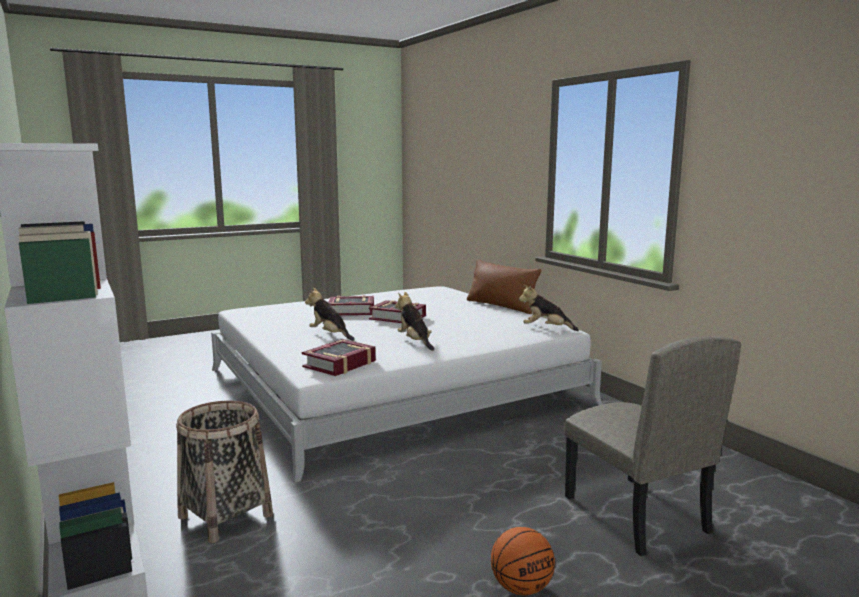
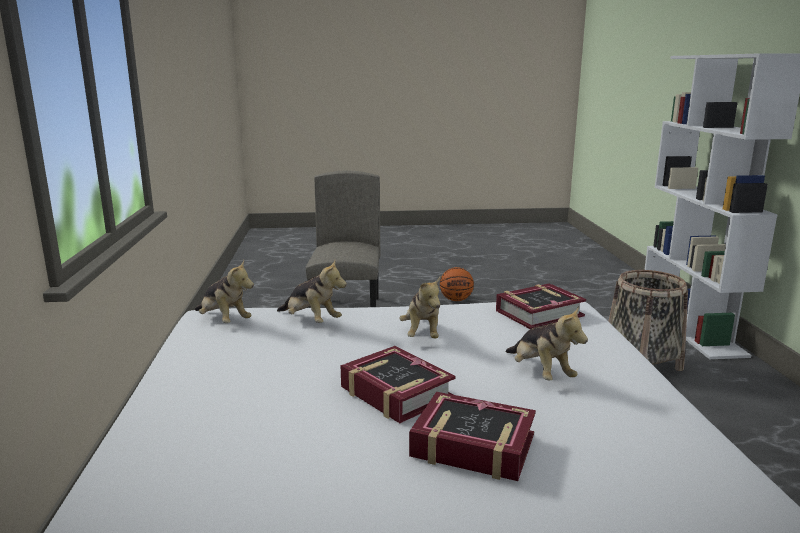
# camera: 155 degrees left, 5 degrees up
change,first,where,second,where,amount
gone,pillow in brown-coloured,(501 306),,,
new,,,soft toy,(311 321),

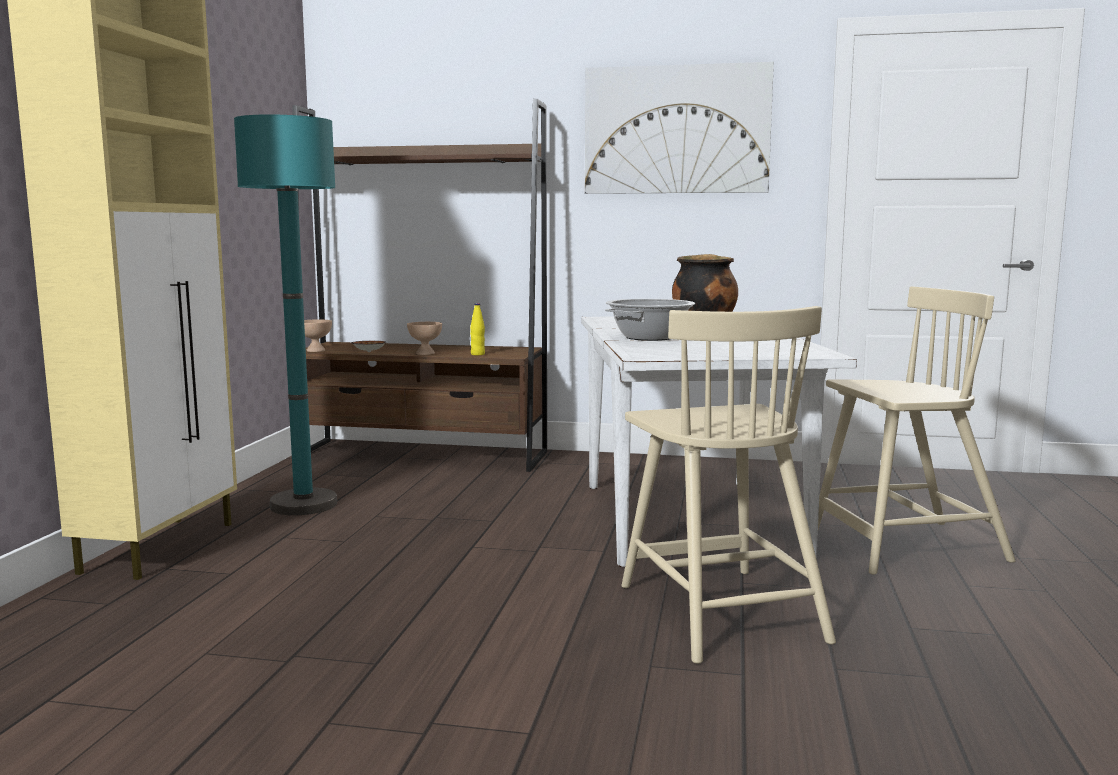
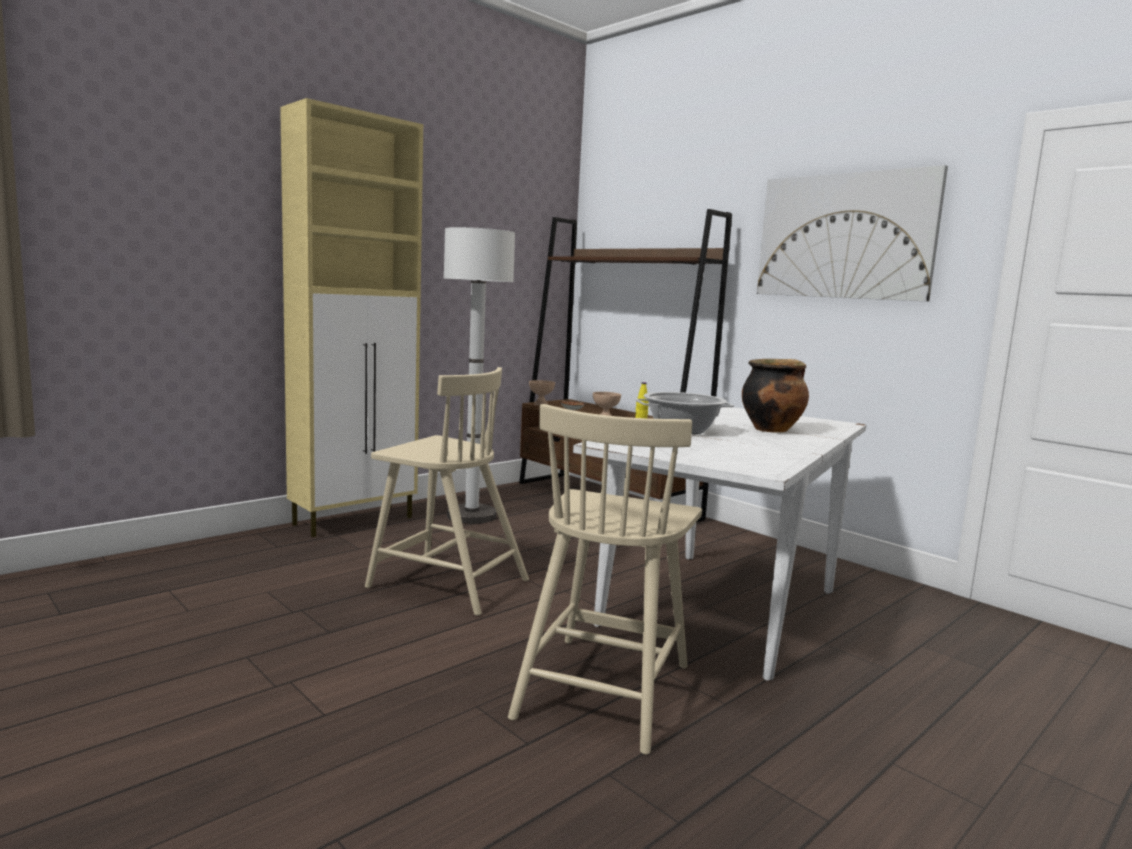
# camera: 35 degrees right, 0 degrees up
change,first,where,second,where,amount
repainted,standing lamp in blue-green,(304 505),standing lamp in whitish,(471 516),
shifted,upright chair in beige,(904 547),,(446 582),

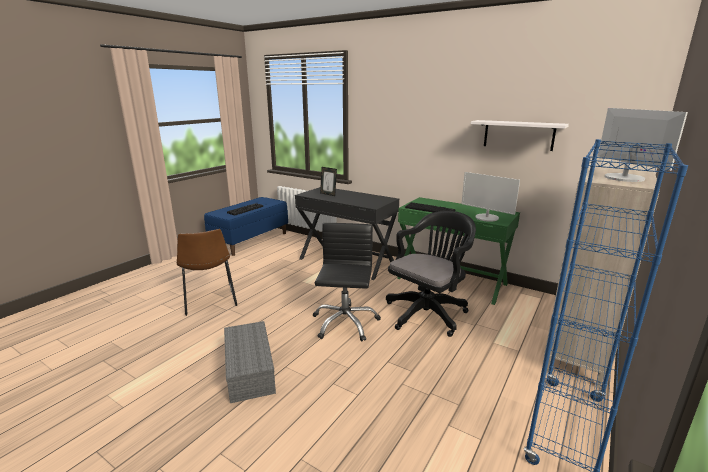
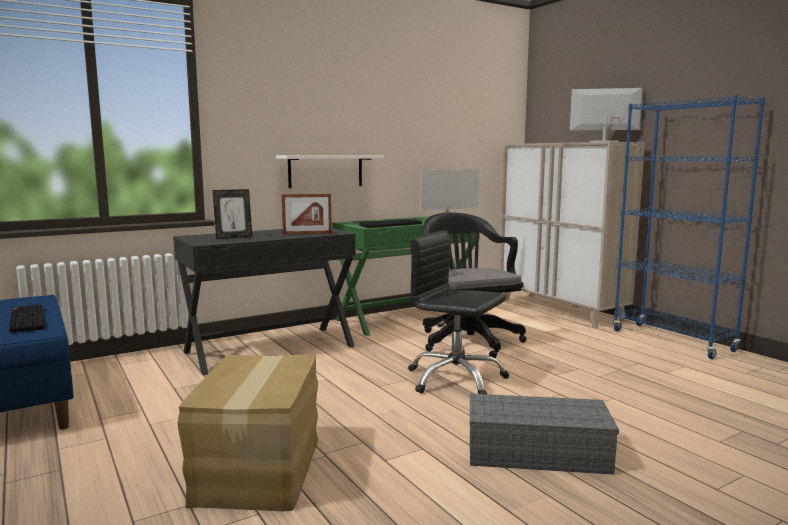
# camera: 65 degrees left, 10 degrees down
change,first,where,second,where,amount
swapped,upright chair in brown-coloured,(209 300),carton,(260 469),
shifted,wall shelf in whitish,(518 135),,(325 171),
new,,,photo frame,(307 233),

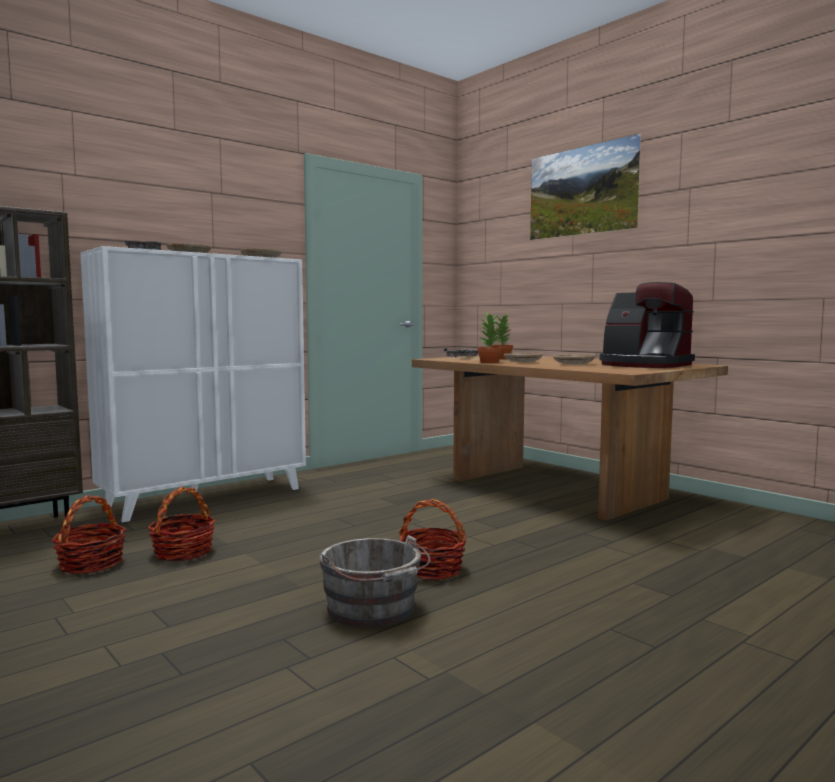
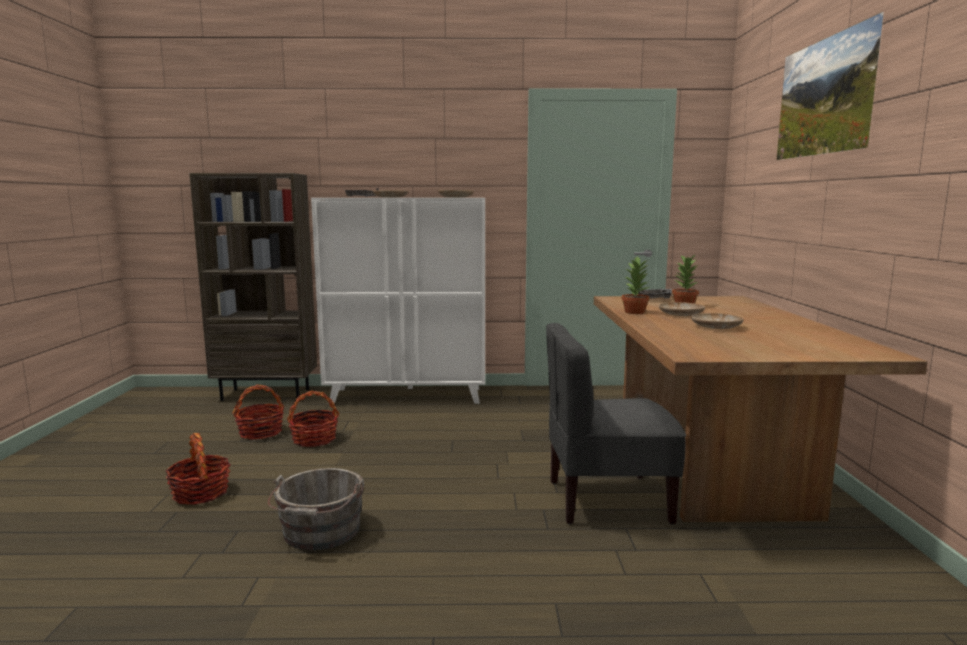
# camera: 40 degrees right, 5 degrees up
change,first,where,second,where,amount
shifted,basket,(432 569),,(201 493),
gone,coffee machine,(643 365),,,
new,,,upright chair in gray,(607 500),

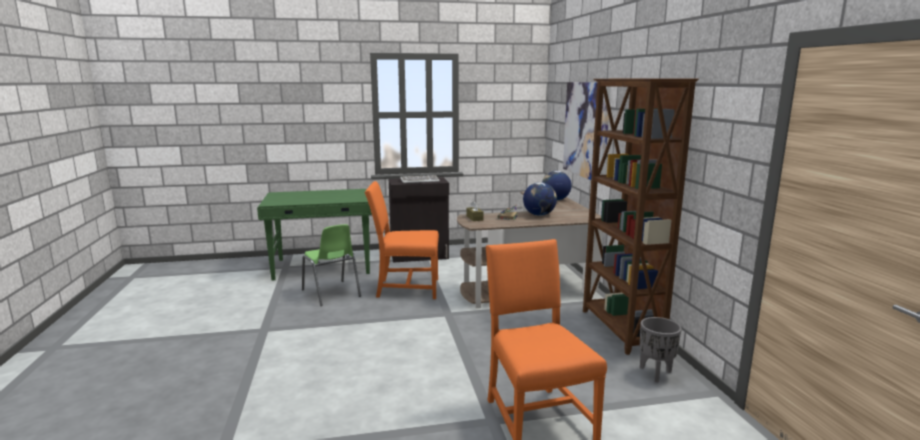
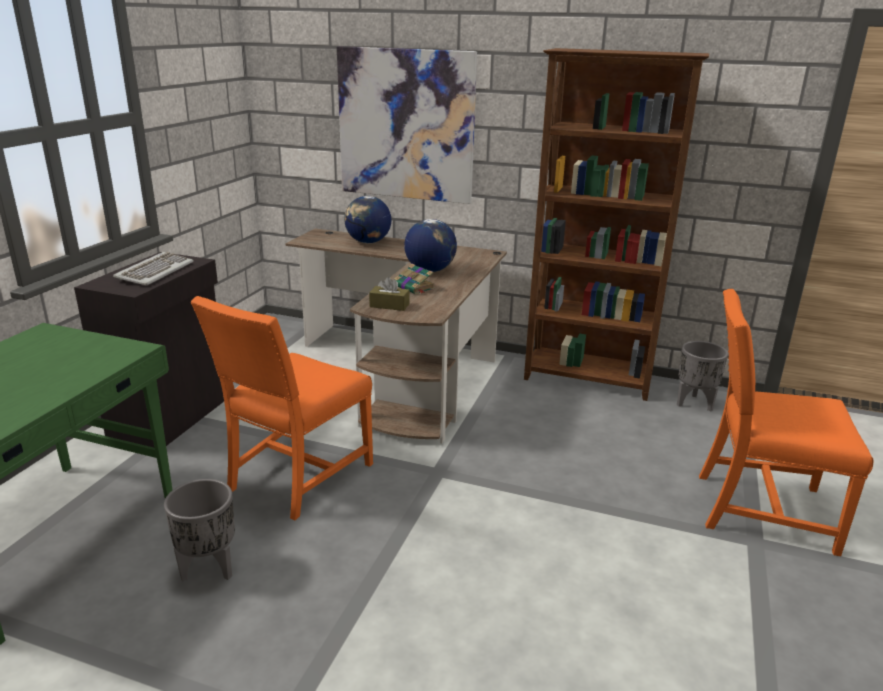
# camera: 60 degrees left, 10 degrees up
change,first,where,second,where,amount
swapped,upright chair in green-coloured,(331 293),flower pot in gray,(209 569),

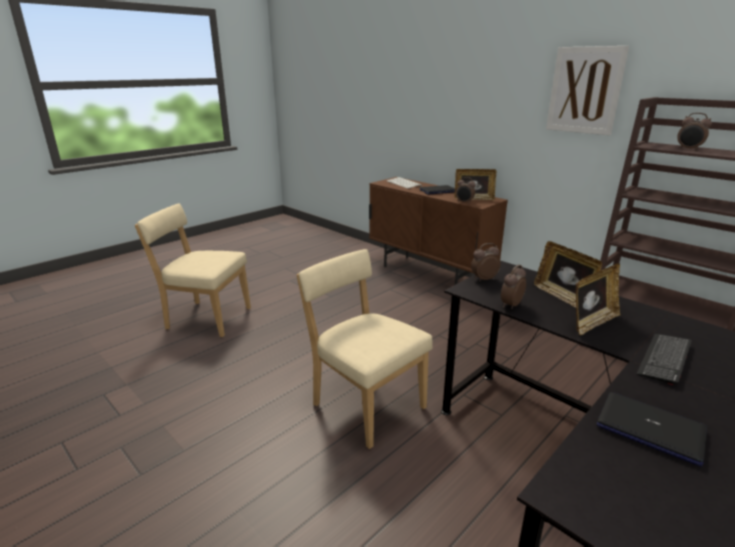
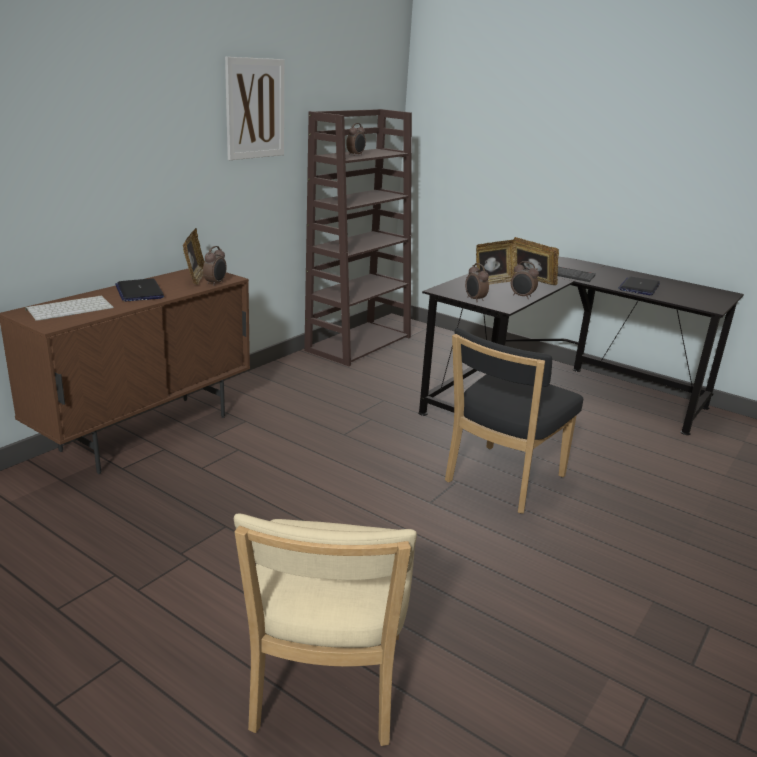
# camera: 100 degrees left, 0 degrees up
change,first,where,second,where,amount
repainted,upright chair in beige,(365 404),upright chair in blackish,(501 481),

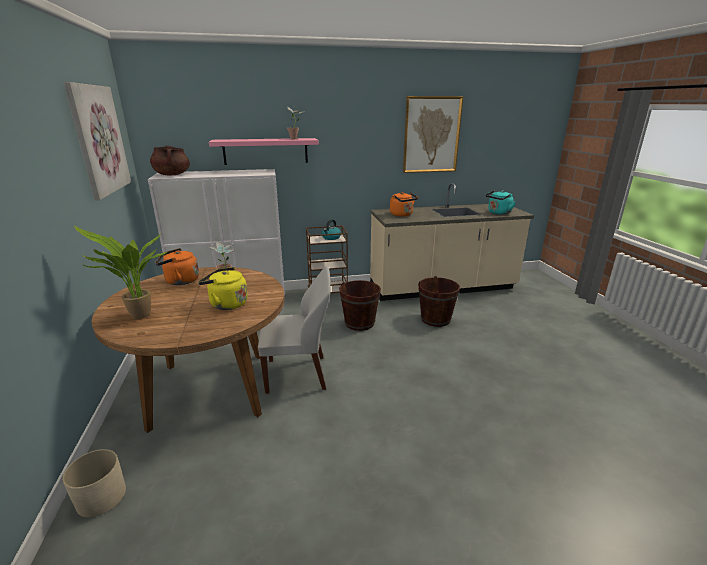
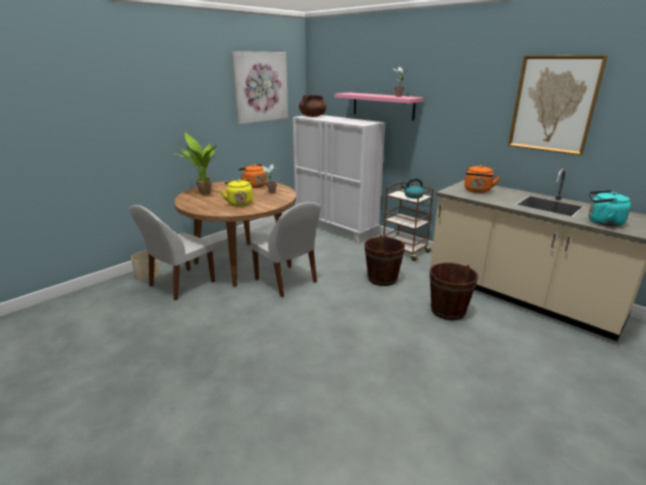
# camera: 55 degrees right, 0 degrees up
change,first,where,second,where,amount
new,,,upright chair in whitish,(180 284),

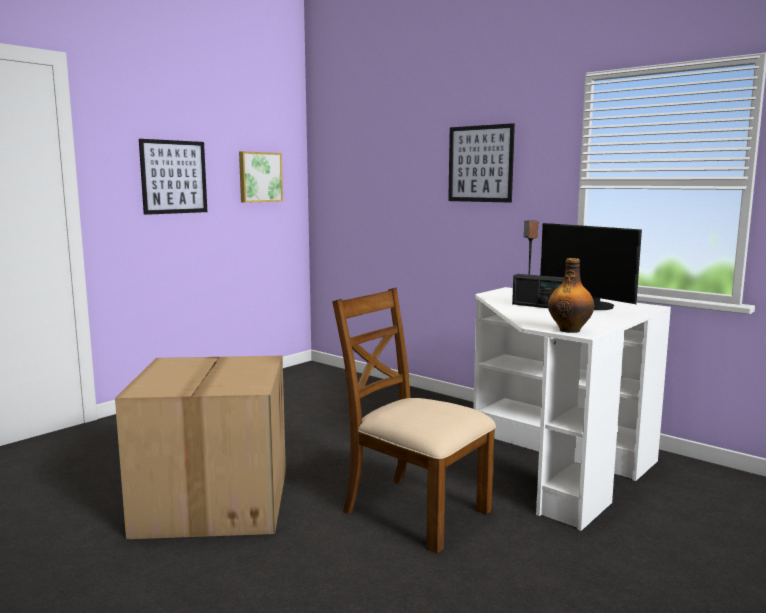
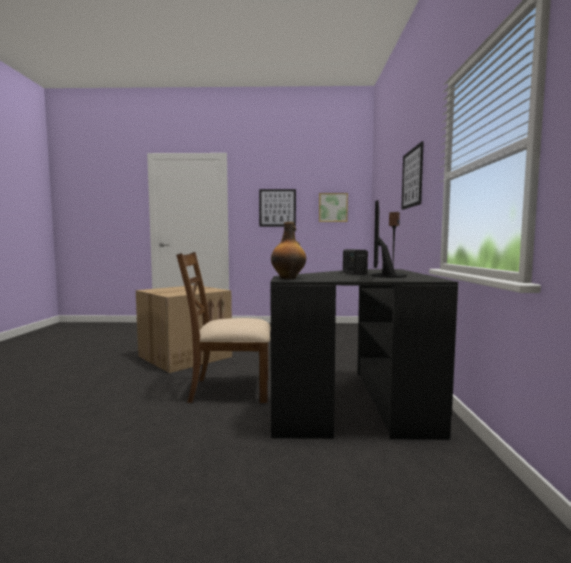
# camera: 50 degrees right, 5 degrees down
change,first,where,second,where,amount
rotated,upright chair in brown-coloured,(414 511),,(229 389),90 degrees counterclockwise
repainted,desk in whitish,(552 463),desk in blackish,(360 404),

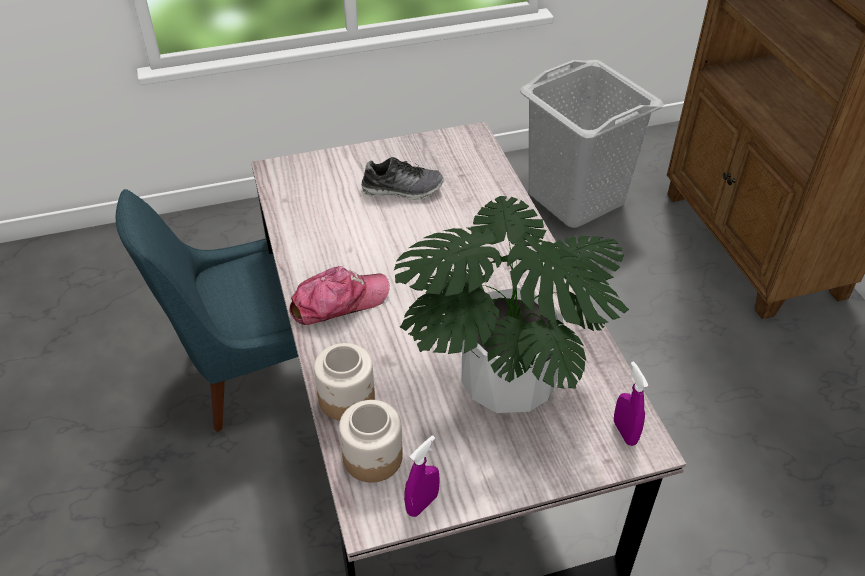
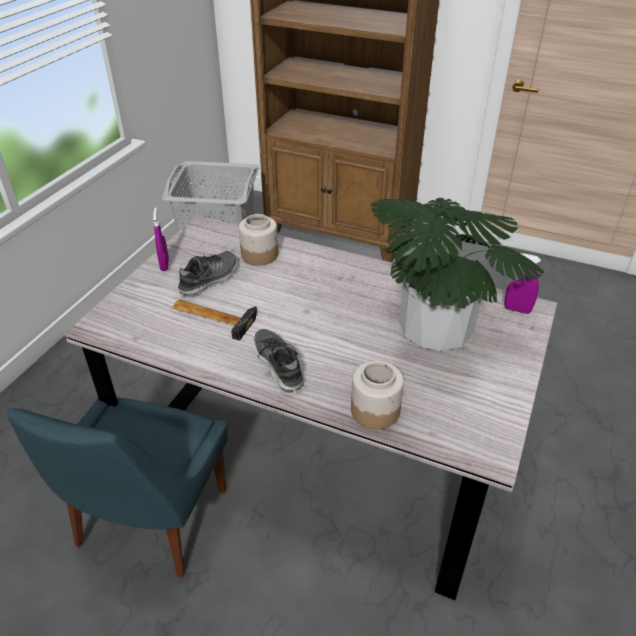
# camera: 50 degrees left, 5 degrees down
change,first,where,second,where,amount
swapped,baseball cap,(338 302),item of footwear,(278 366),
shifted,storage jar,(373 457),,(260 255),
shifted,hand sprayer in purplish,(422 504),,(164 265),
new,,,hand hammer,(213 316),

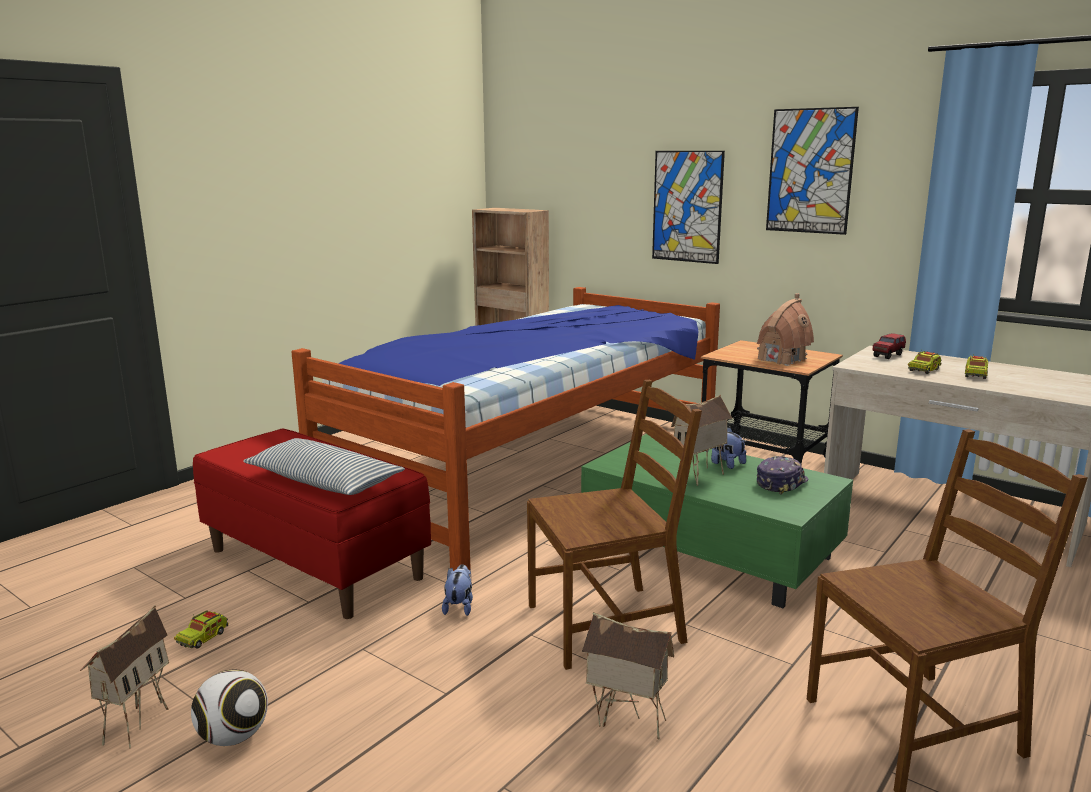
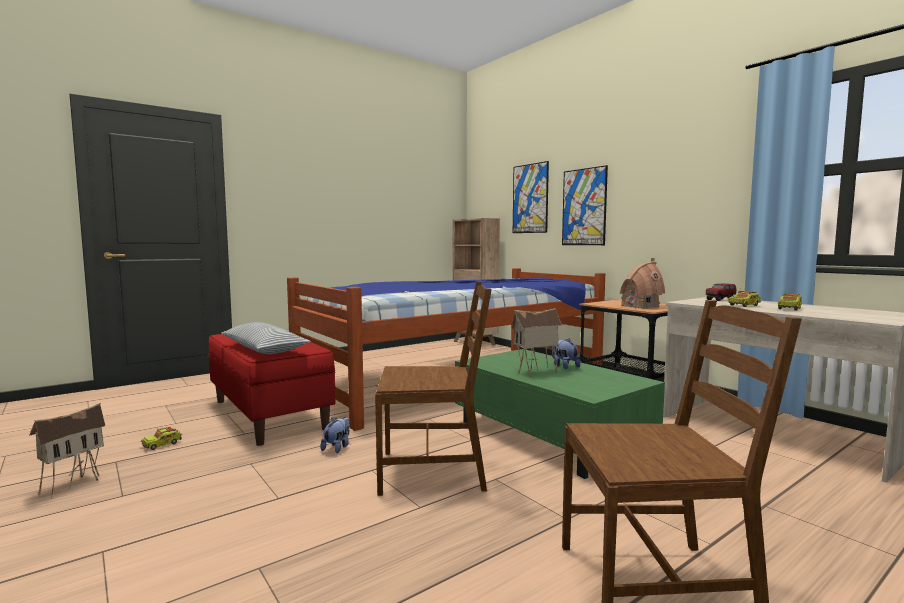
# camera: 15 degrees right, 10 degrees down
change,first,where,second,where,amount
gone,football ball,(233 737),,,
gone,miniature house,(626 723),,,
gone,baseball cap,(781 483),,,
shifted,wall art,(810 171),,(530 198),

